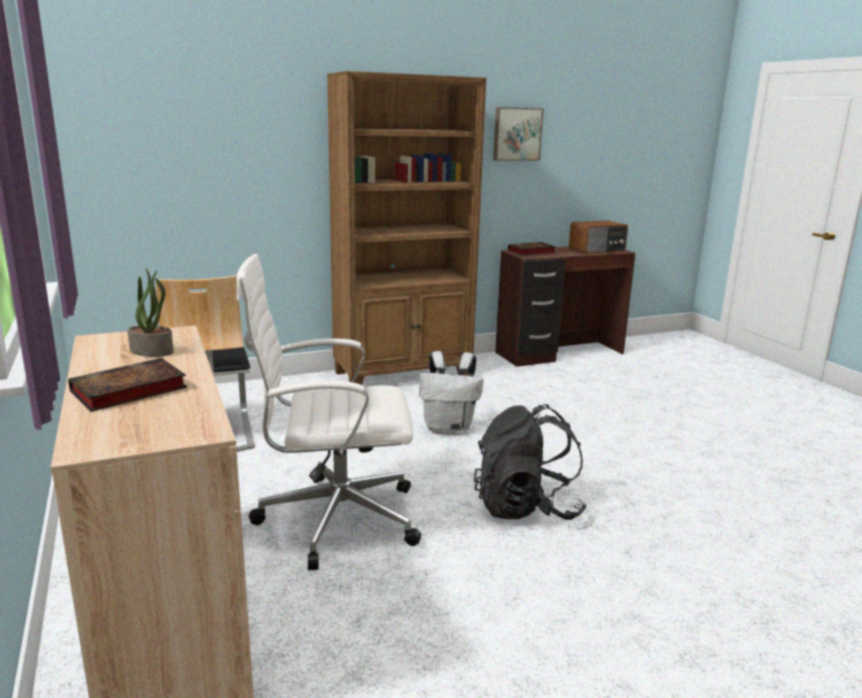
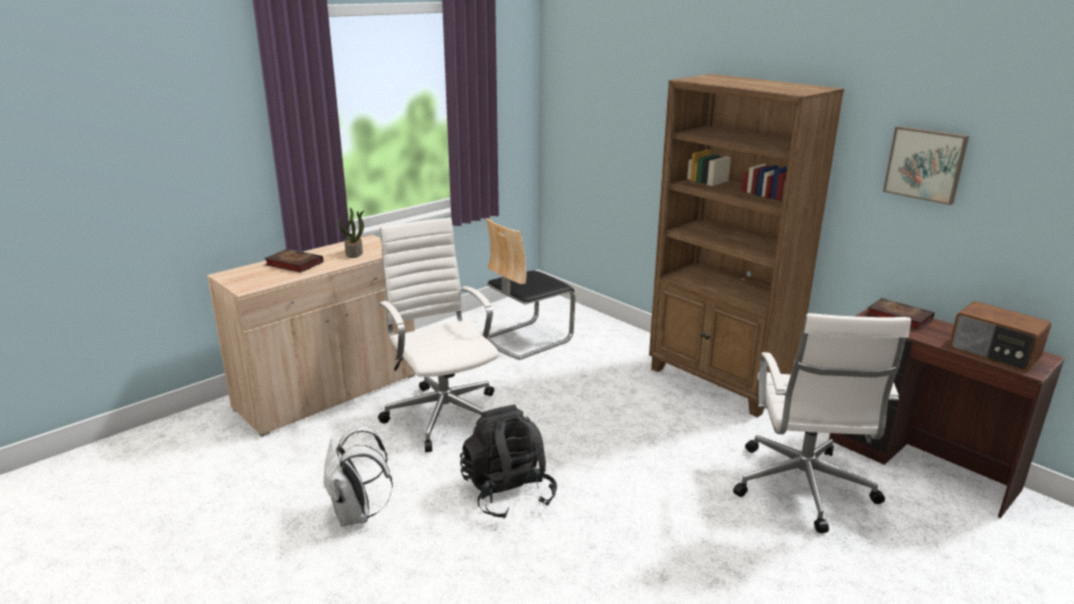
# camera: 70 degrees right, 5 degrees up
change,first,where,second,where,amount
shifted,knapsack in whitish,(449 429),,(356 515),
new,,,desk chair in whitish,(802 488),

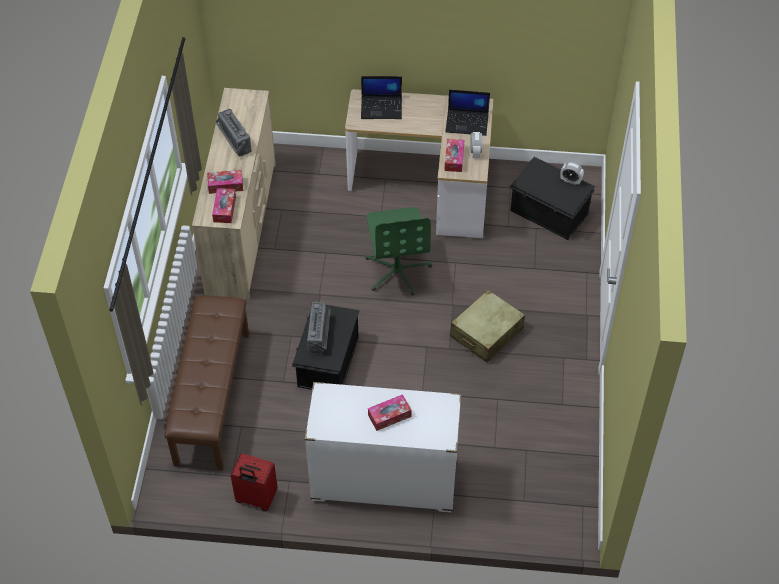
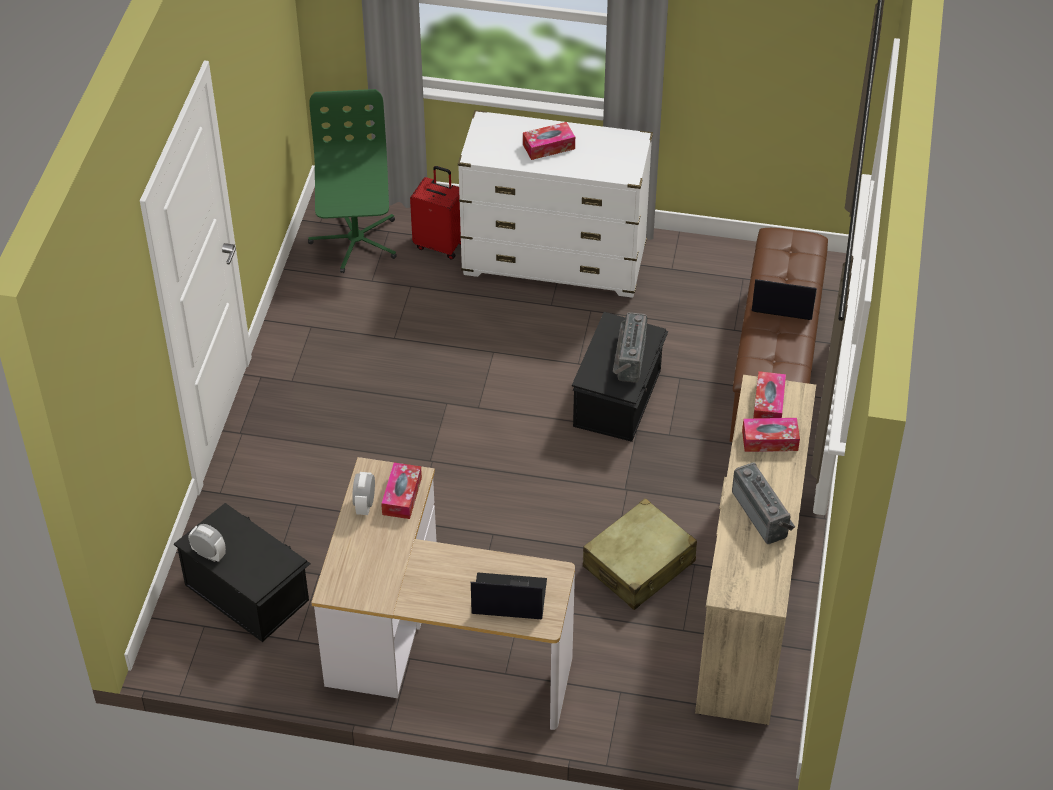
# camera: 175 degrees left, 5 degrees down
change,first,where,second,where,amount
shifted,piece of luggage in reddish,(256 498),,(440 244),
shifted,desk chair in green-coloured,(397 270),,(355 241),
shifted,laptop,(467 122),,(782 302),
shifted,piece of luggage in beige,(486 333),,(639 565),

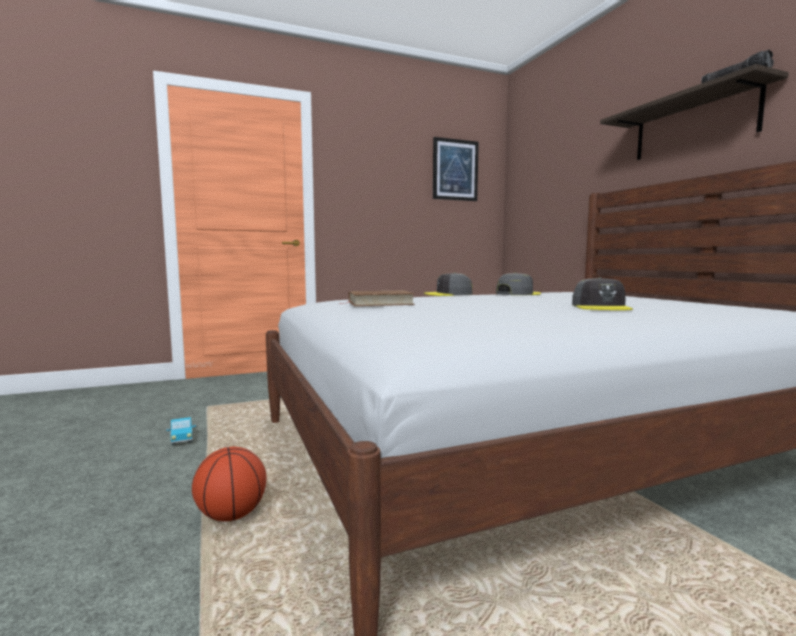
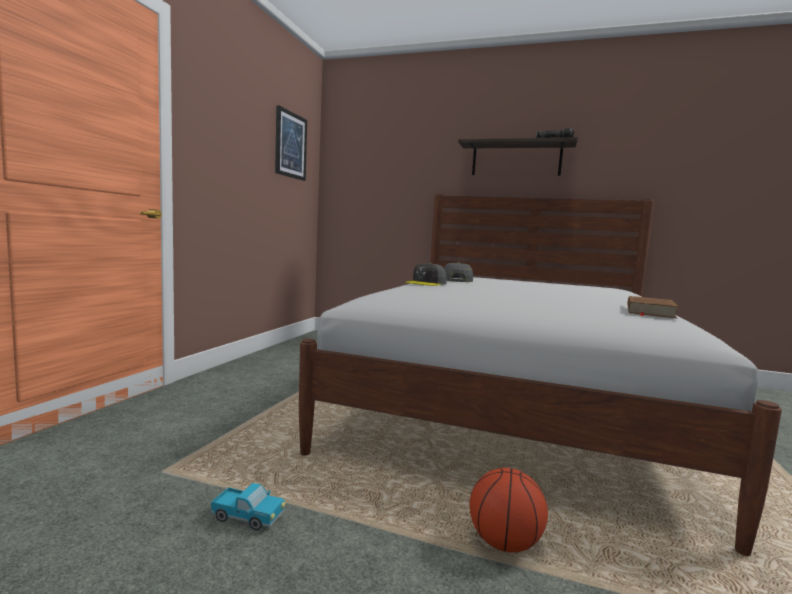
# camera: 50 degrees left, 0 degrees up
change,first,where,second,where,amount
shifted,book in brown-coloured,(380 303),,(649 311),
gone,baseball cap in gray,(601 307),,,

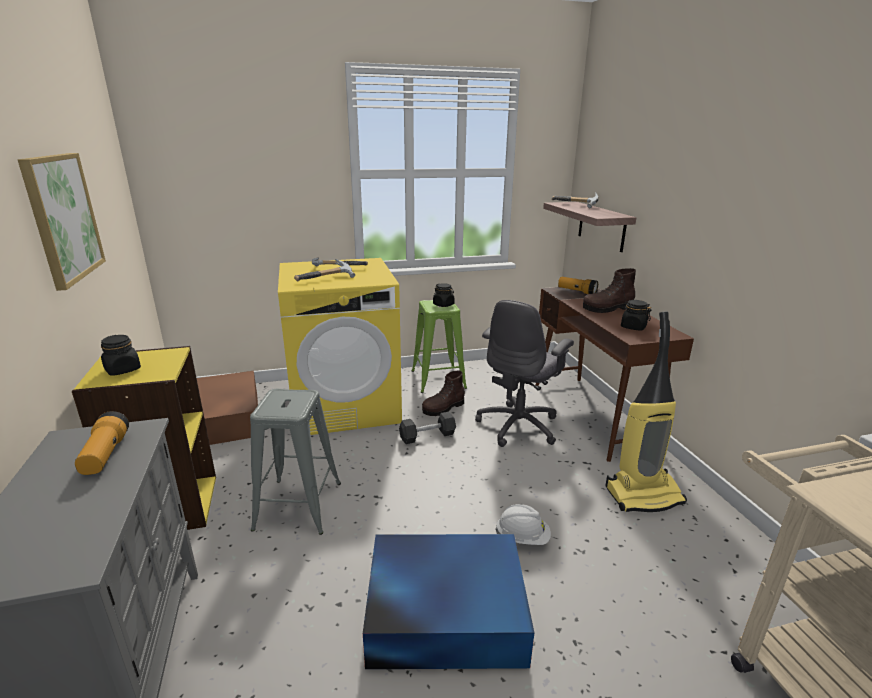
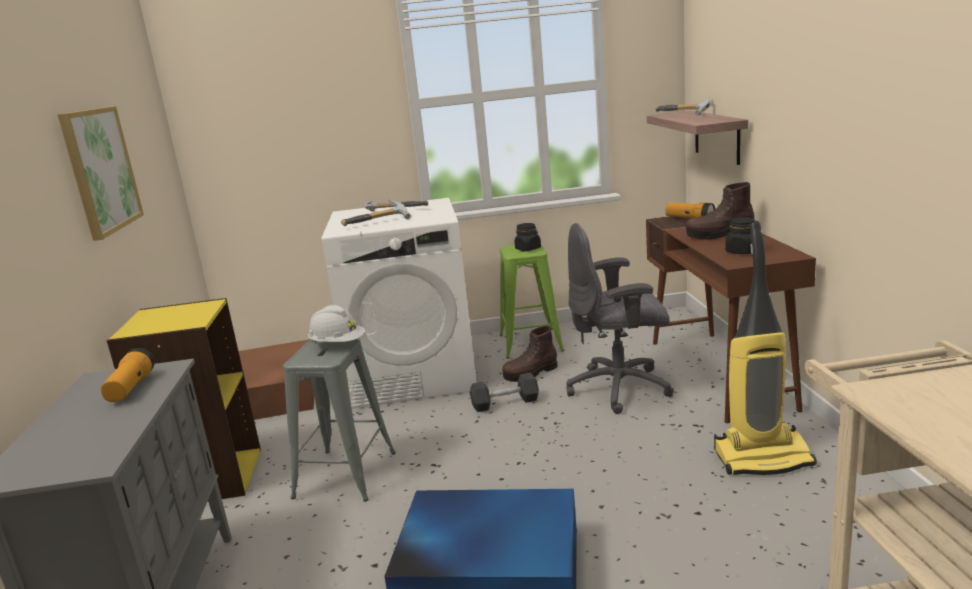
# camera: 10 degrees right, 5 degrees down
change,first,where,second,where,amount
gone,storage jar in blackish,(123 370),,,
repainted,laundry appliance in yellow,(345 405),laundry appliance in whitish,(414 375),
rotated,desk chair in gray,(519 426),,(621 388),45 degrees clockwise
shifted,work helmet in whitish,(522 537),,(338 344),

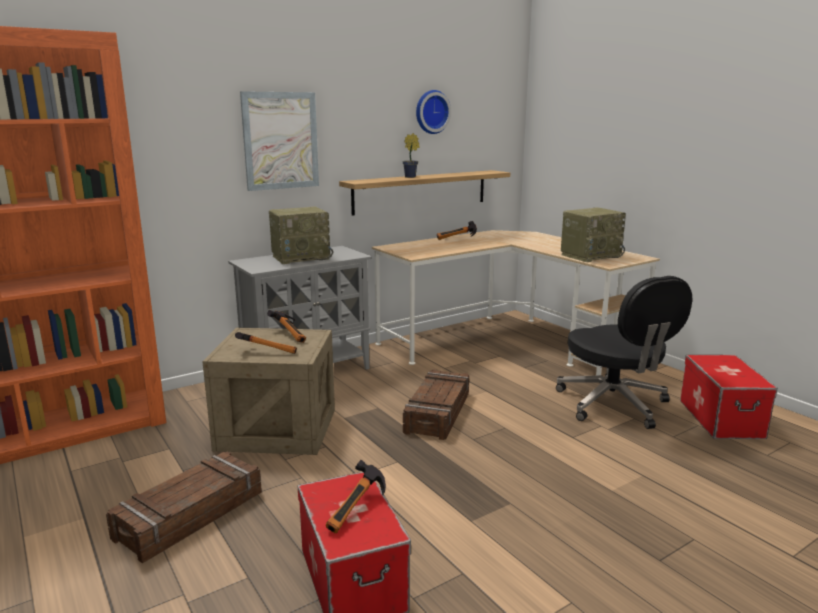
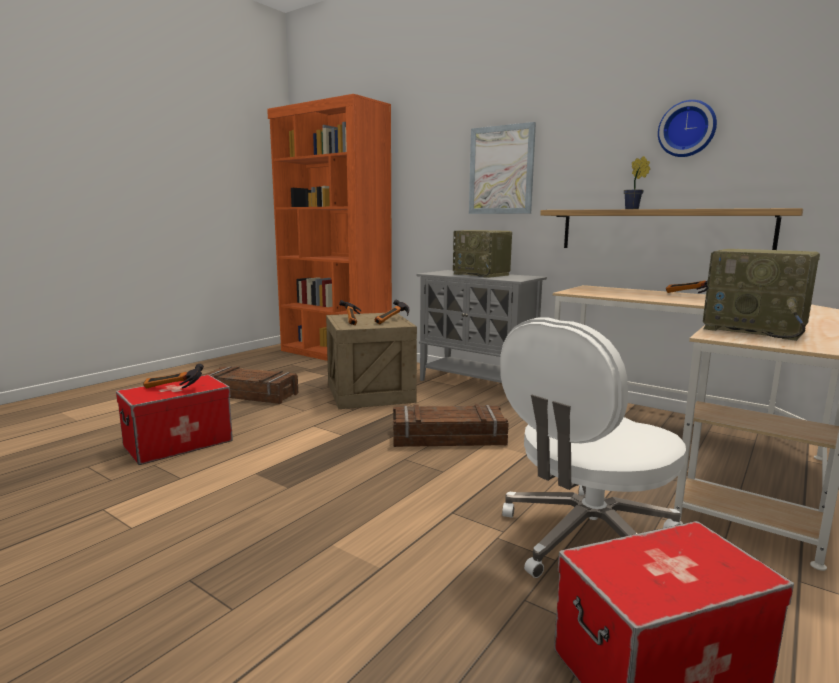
# camera: 70 degrees right, 5 degrees down
change,first,where,second,where,amount
repainted,desk chair in blackish,(614 404),desk chair in whitish,(586 540),

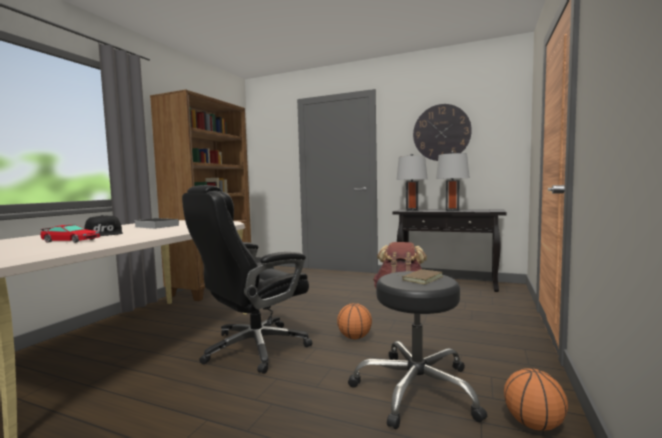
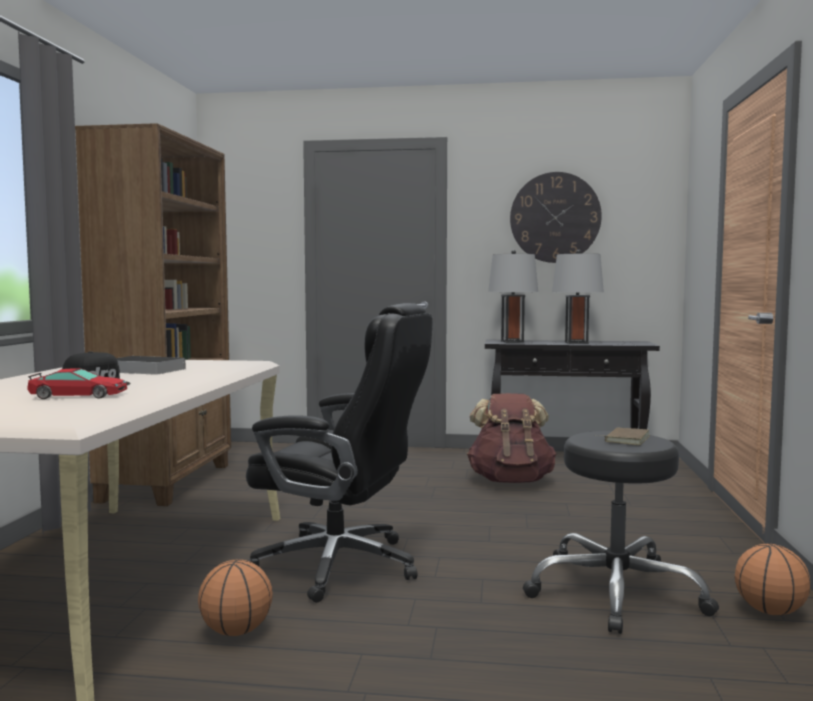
# camera: 15 degrees left, 0 degrees up
change,first,where,second,where,amount
rotated,desk chair in blackish,(253 348),,(341 565),105 degrees counterclockwise
shifted,basketball,(354 337),,(236 632),

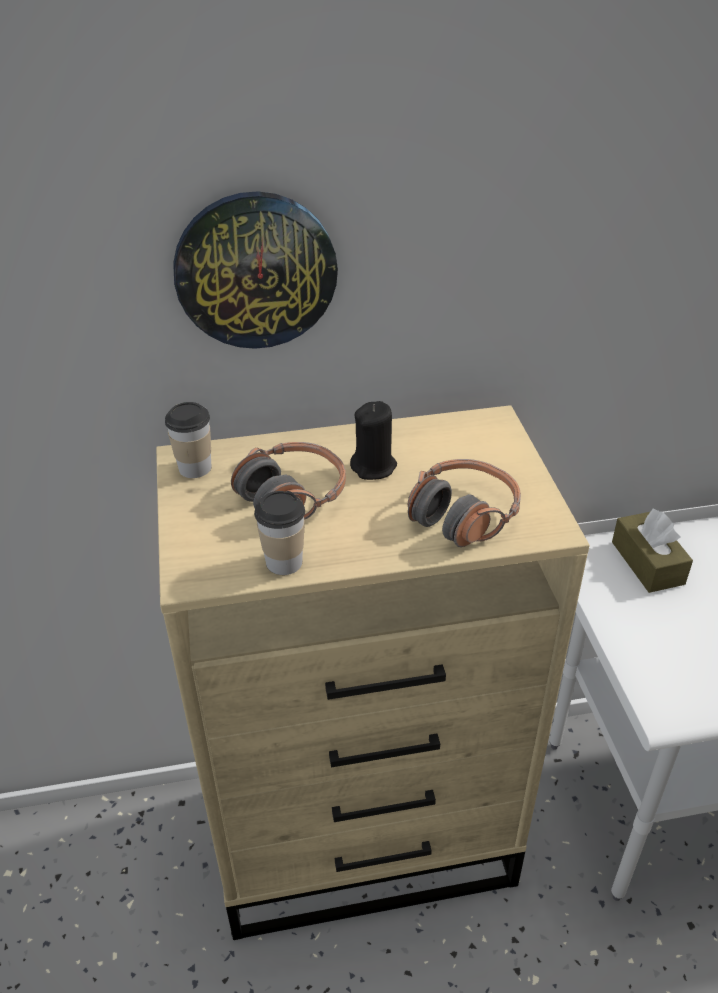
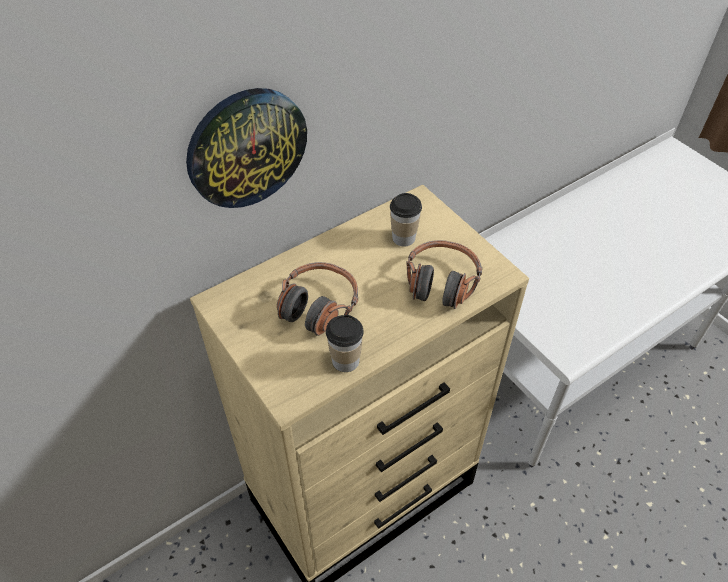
# camera: 25 degrees left, 10 degrees up
change,first,where,second,where,amount
shifted,cup,(195 468),,(403 237),
gone,wax candle in blackish,(374 467),,,
gone,tissue holder in brown-coloured,(647 563),,,

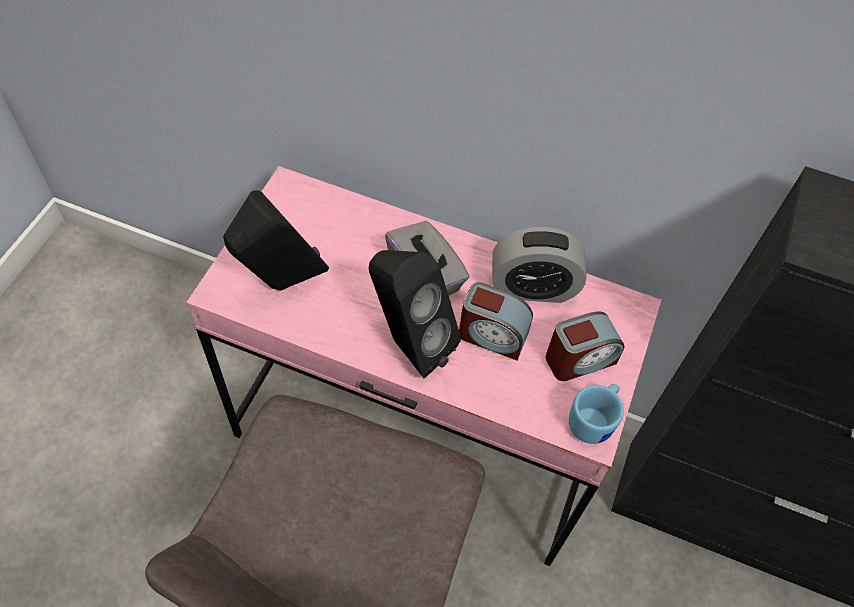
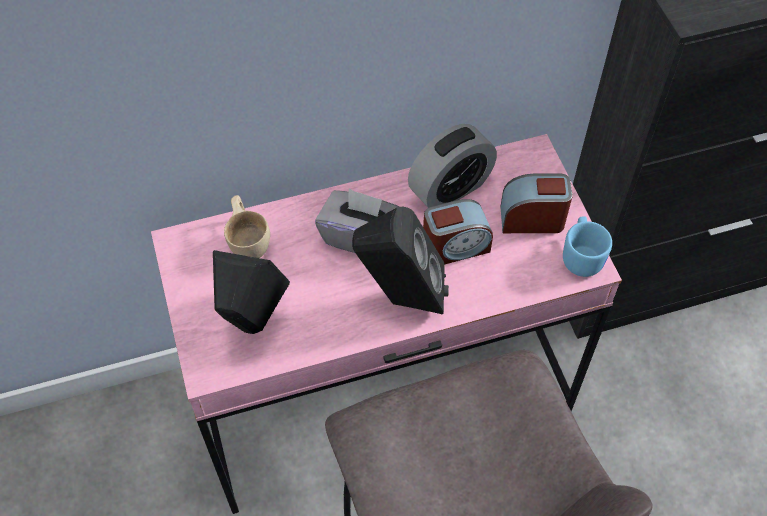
# camera: 35 degrees left, 0 degrees up
change,first,where,second,where,amount
rotated,bedside clock,(579 359),,(532 219),120 degrees counterclockwise
new,,,cup in beige,(249 240),

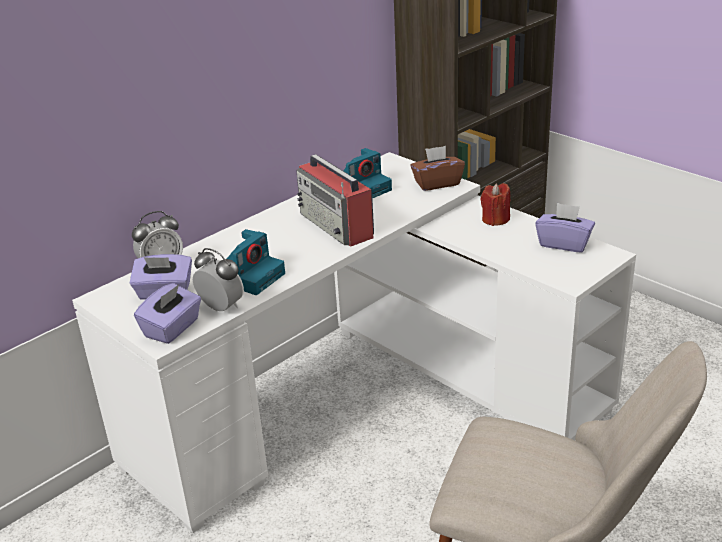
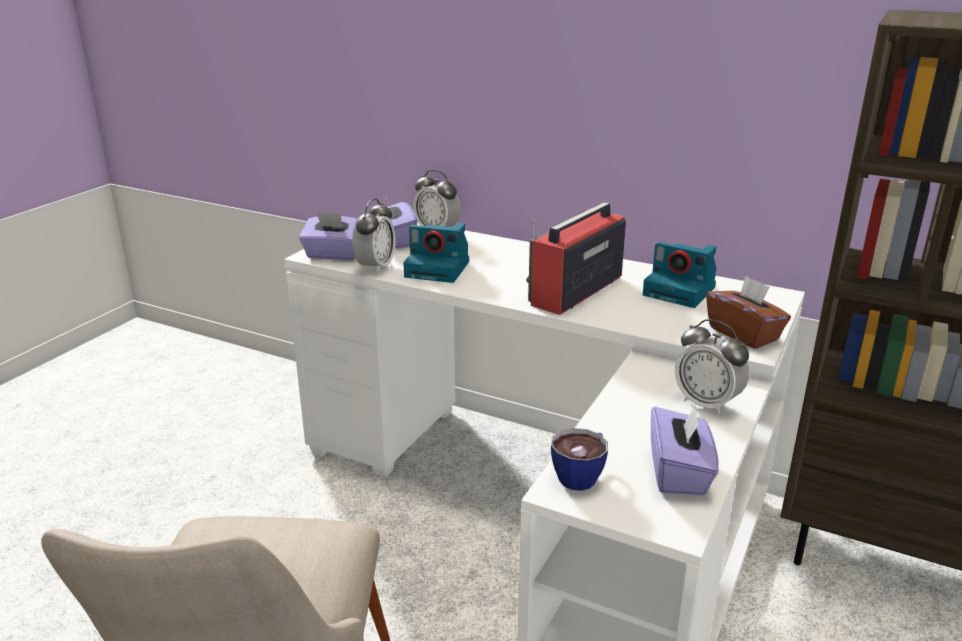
# camera: 70 degrees right, 5 degrees down
change,first,where,second,where,amount
swapped,wax candle in reddish,(495 219),bedside clock,(707 403),
new,,,cup,(582 475),

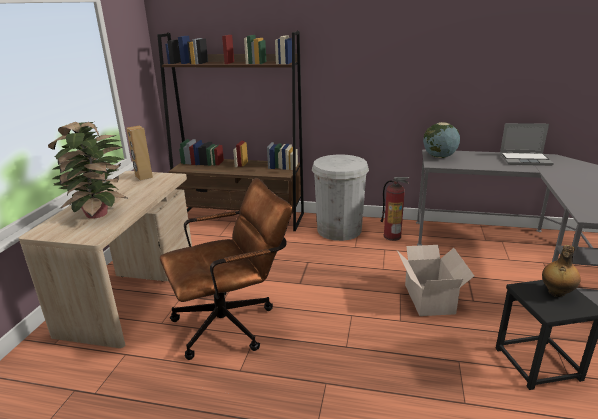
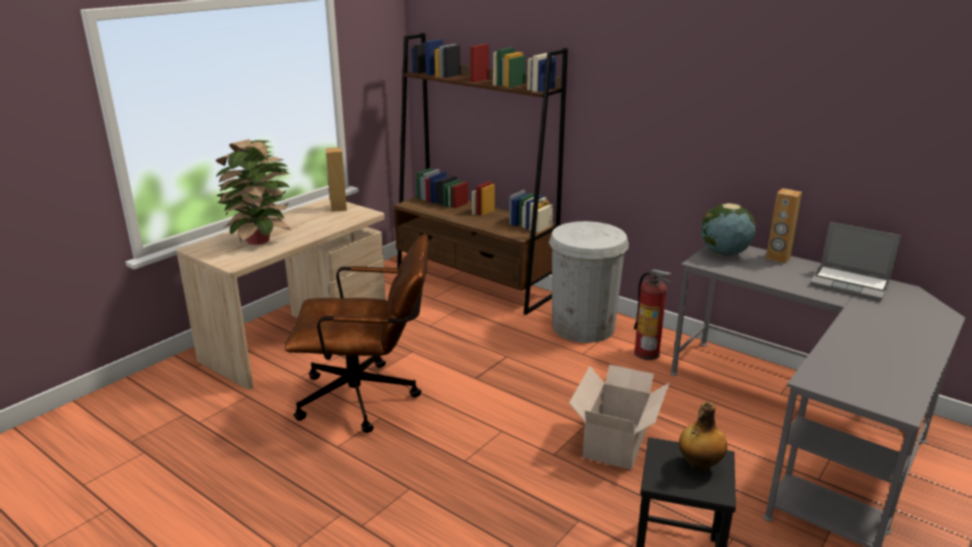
# camera: 25 degrees right, 0 degrees up
change,first,where,second,where,amount
new,,,speaker in brown-coloured,(778 258),

